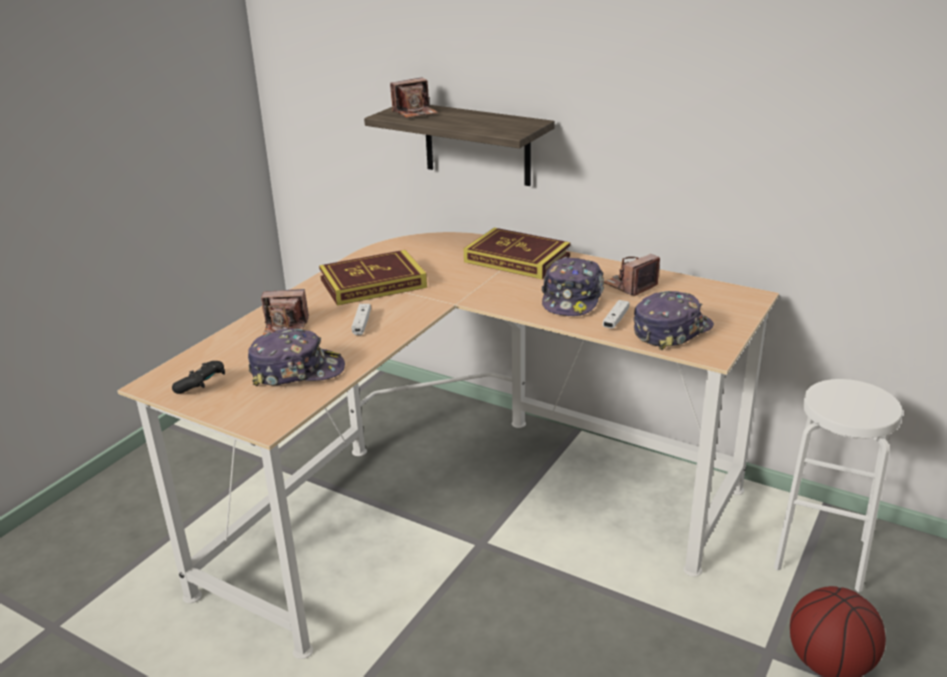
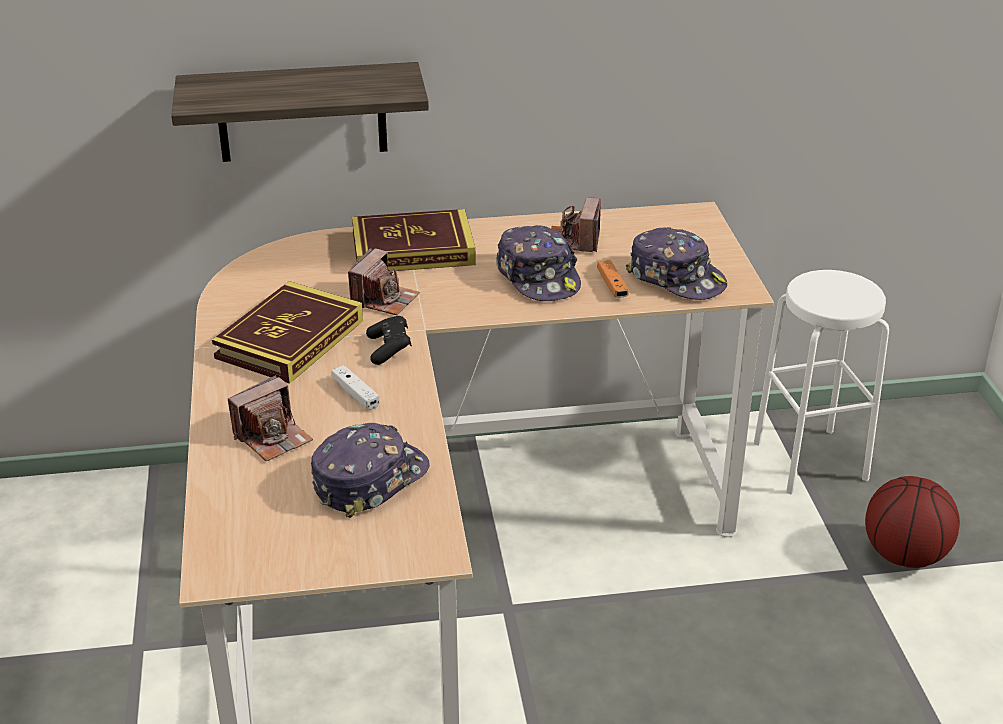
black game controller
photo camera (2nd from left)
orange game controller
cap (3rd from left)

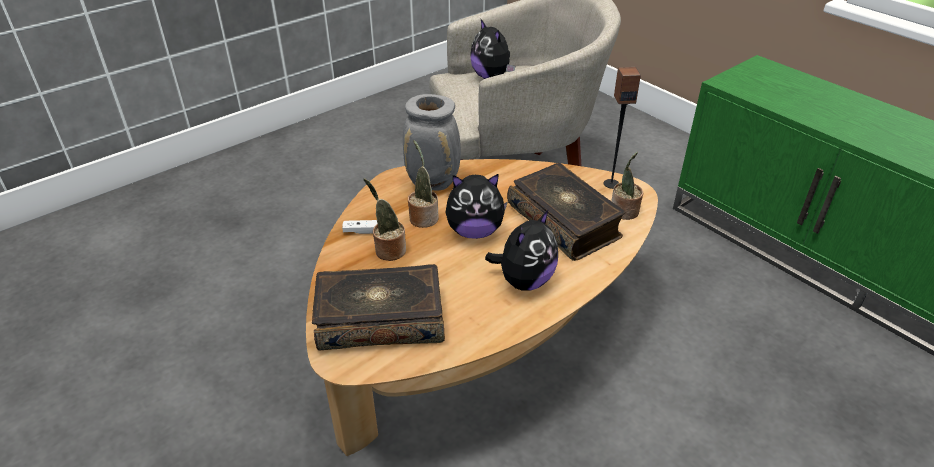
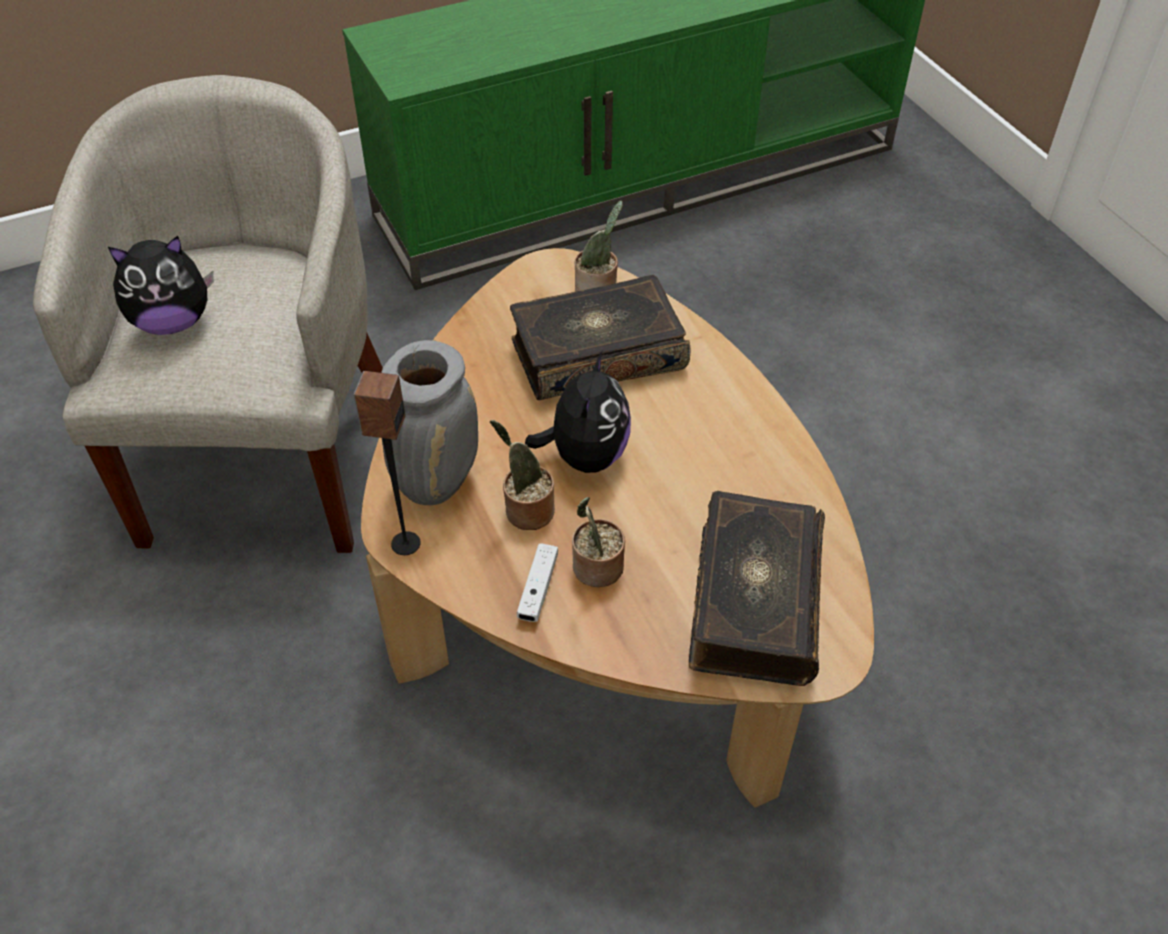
cuddly toy (3rd from left in the first image)
loudspeaker

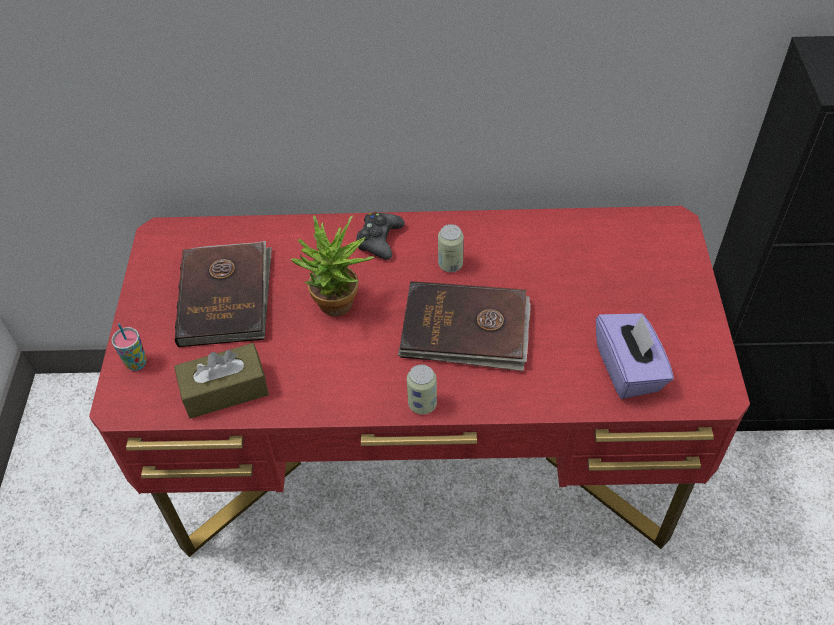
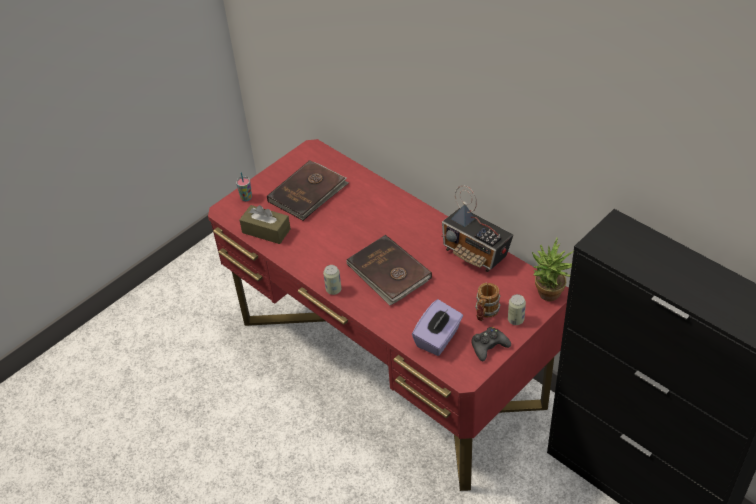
radio
tea mug
potted plant
black game controller
can (2nd from left)

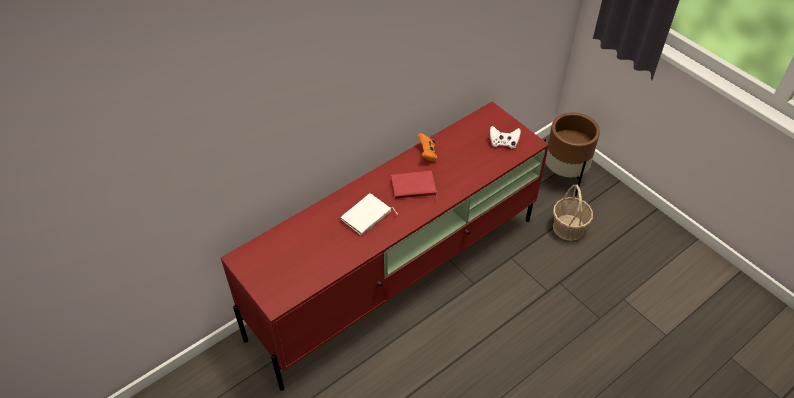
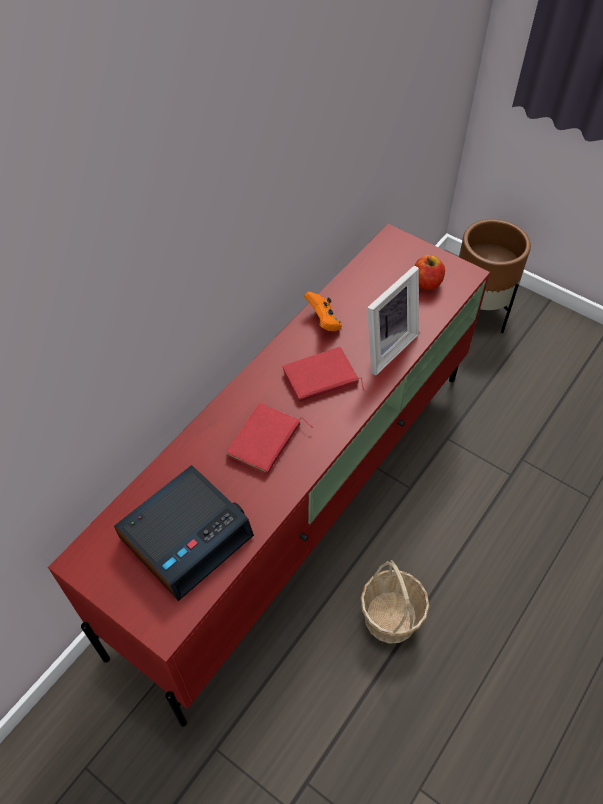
bedside clock
standing frame
storage basket
apple
reddish book (1st from left)

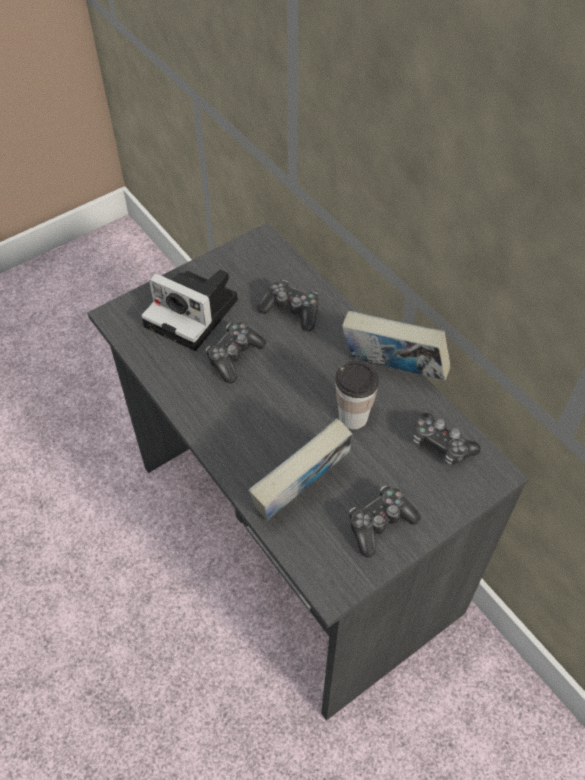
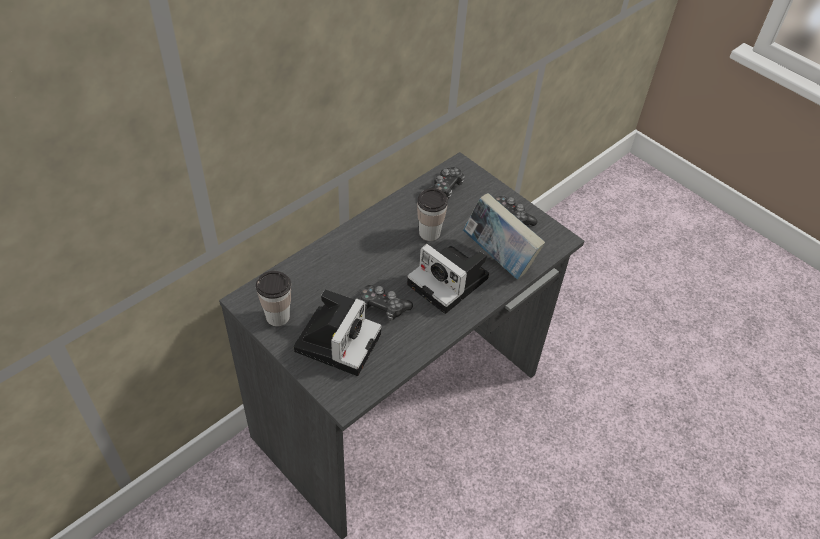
game controller (2nd from left in the first image)
book (2nd from left in the first image)
drinking cup (1st from left)
photo camera (2nd from left)

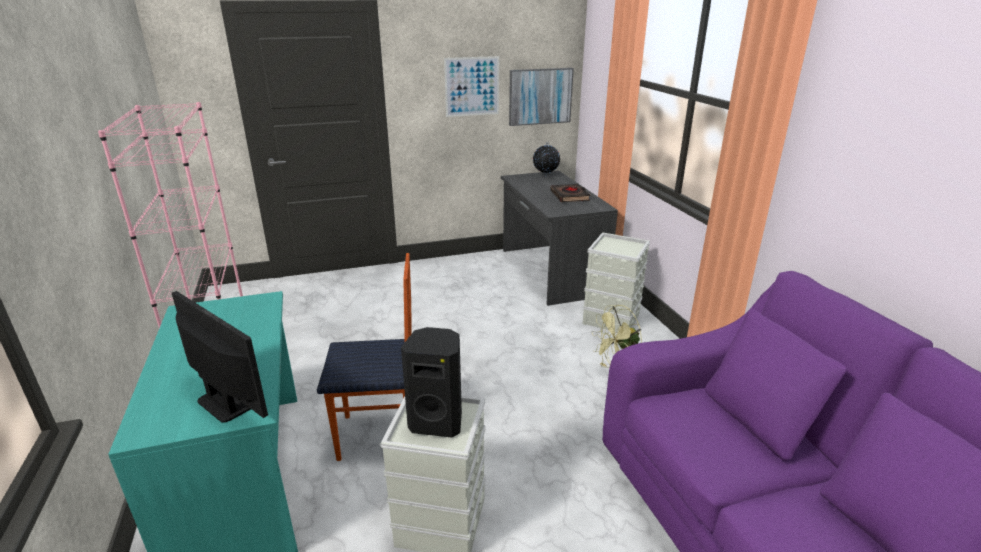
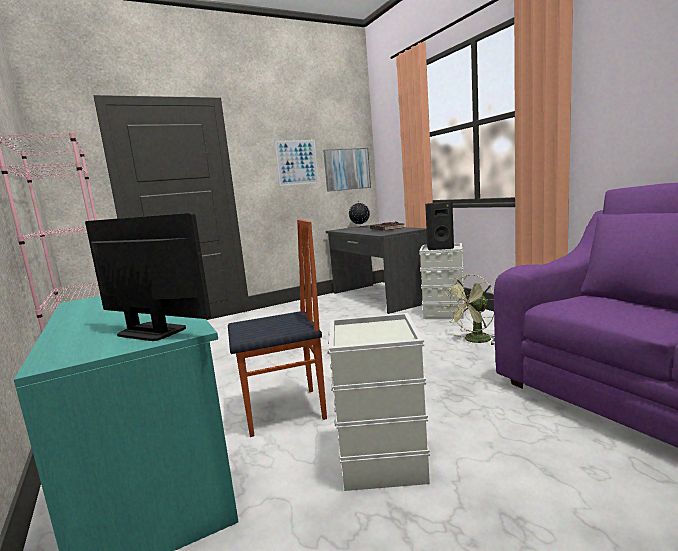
black loudspeaker

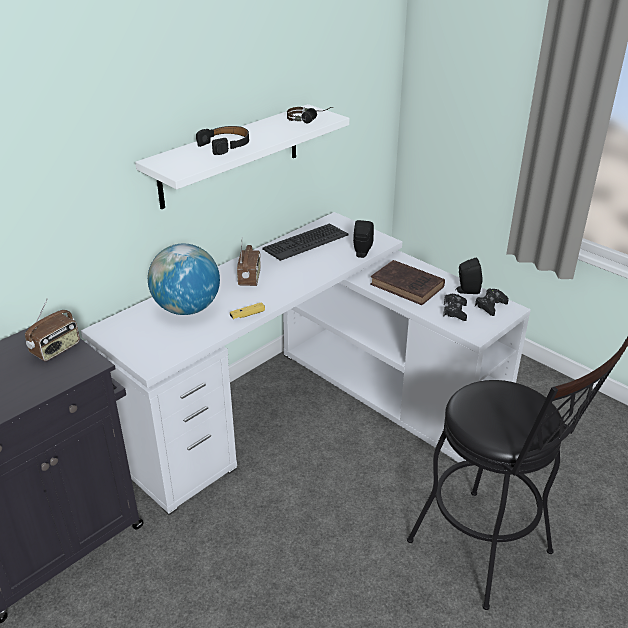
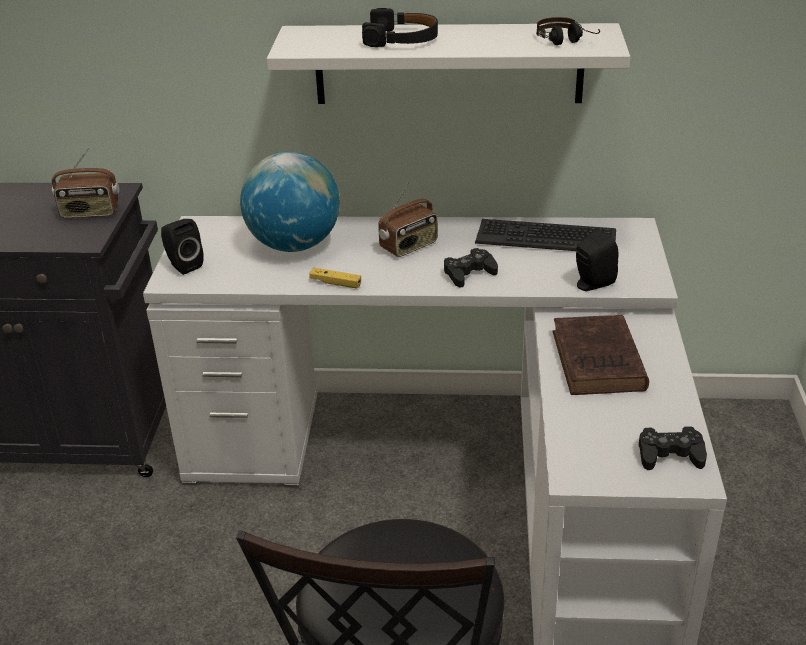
black game controller (1st from left)
black loudspeaker (1st from left)

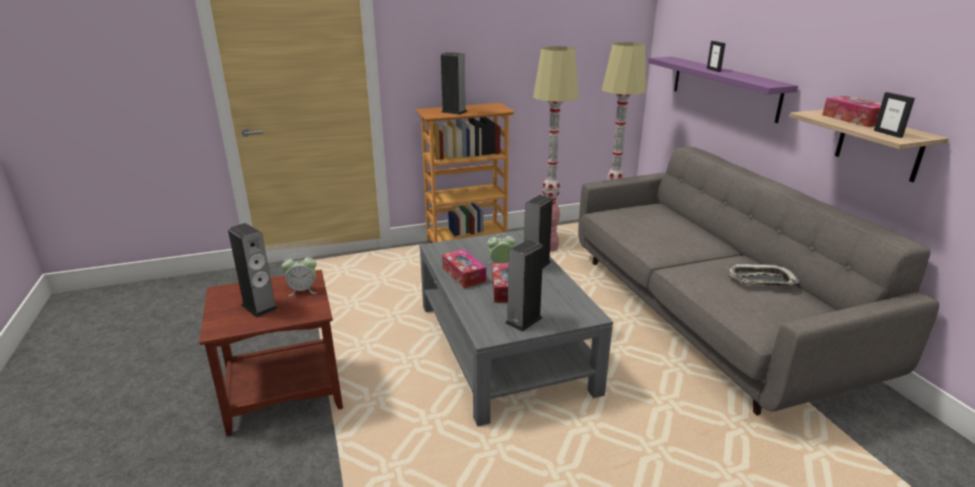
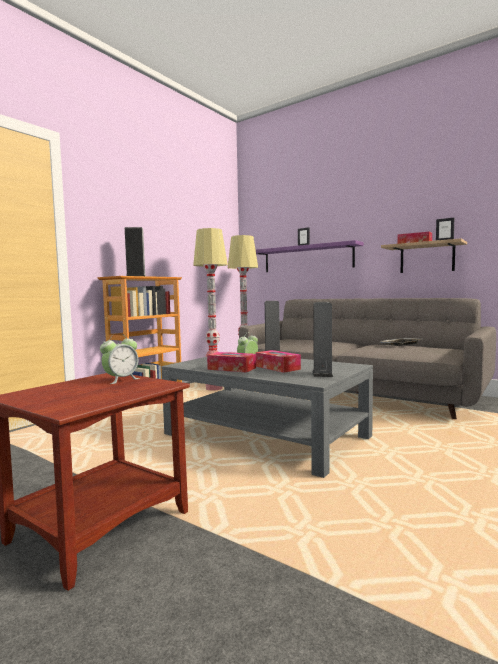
loudspeaker (1st from left in the first image)

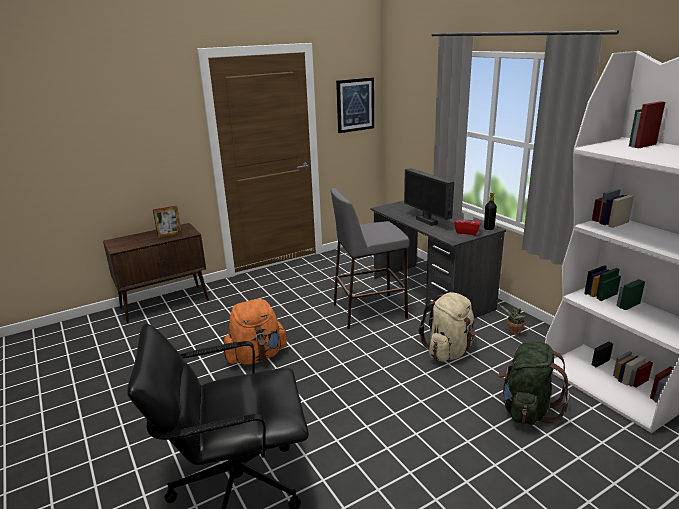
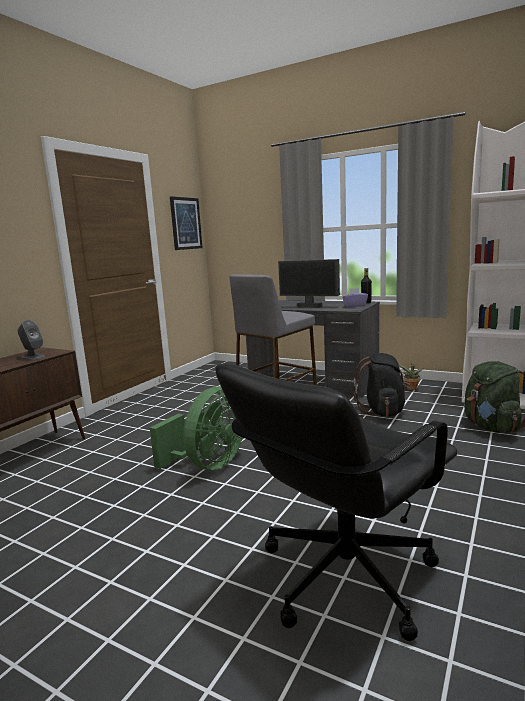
gray loudspeaker
green fan
black knapsack
purple-coloured tissue box

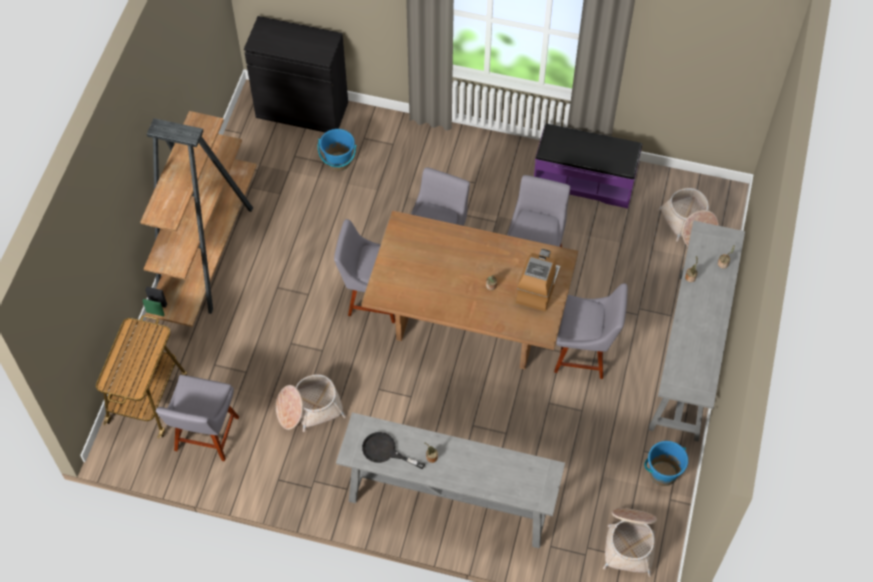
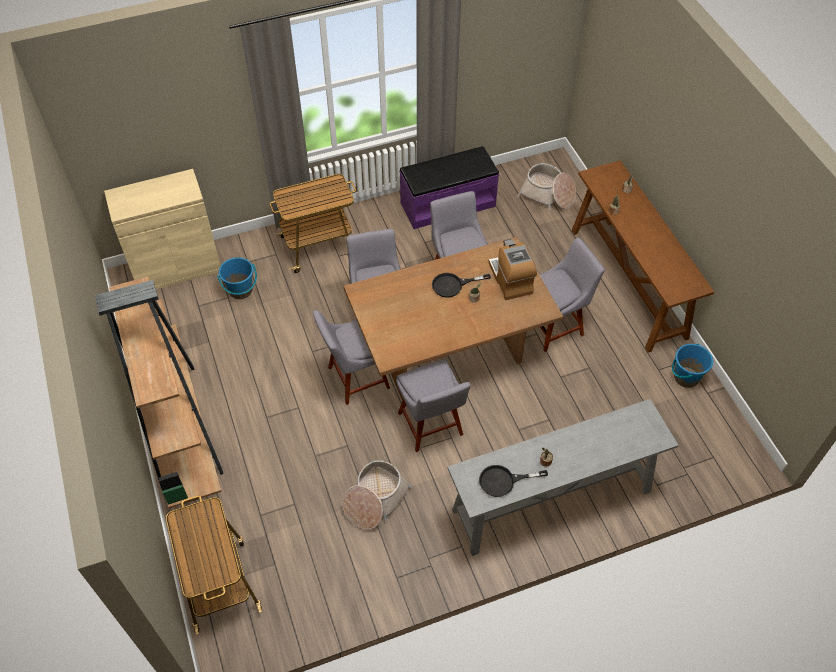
storage basket (2nd from left in the first image)
wheeled cart (2nd from left)
black skillet (1st from left)
gray chair (3rd from left)
sand-coloured cabinet
brown-coloured hall table

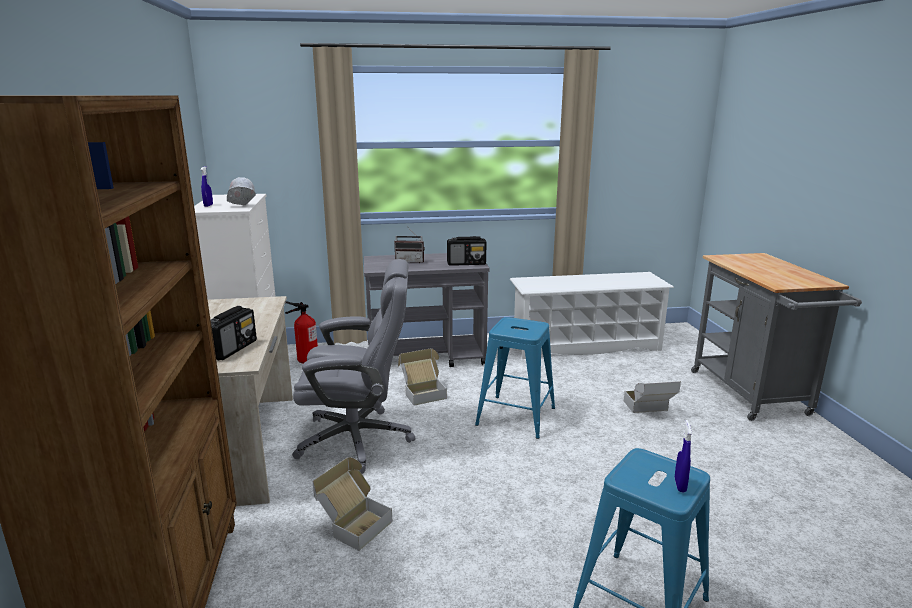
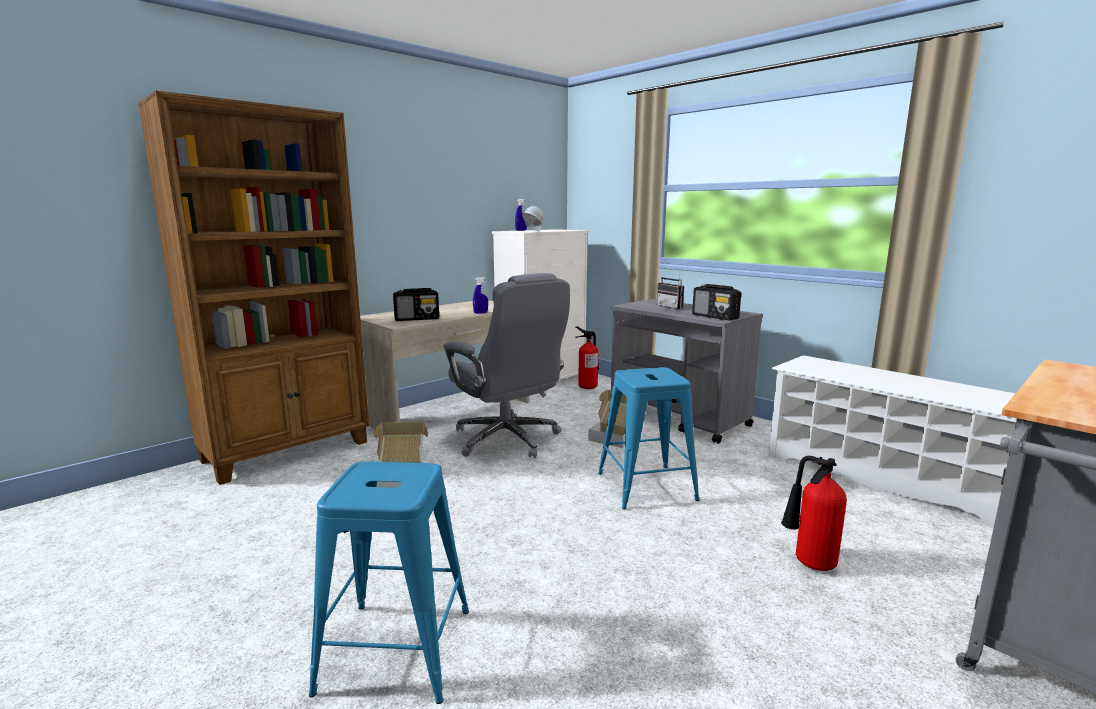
bluish sprayer (1st from left)
extinguisher (2nd from left)

